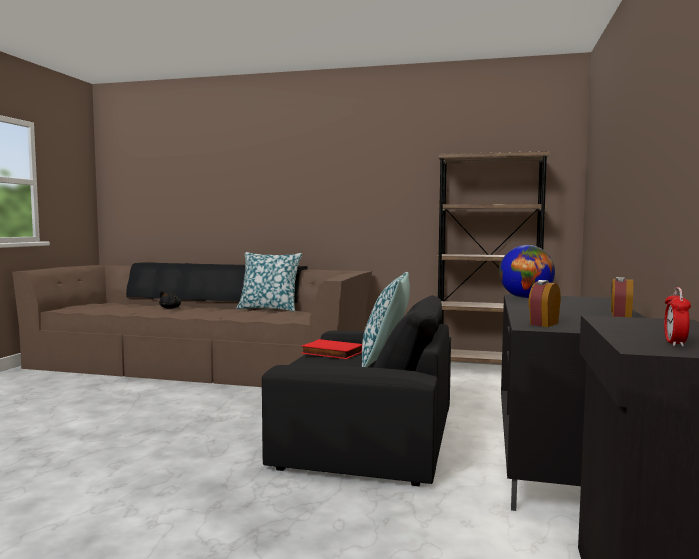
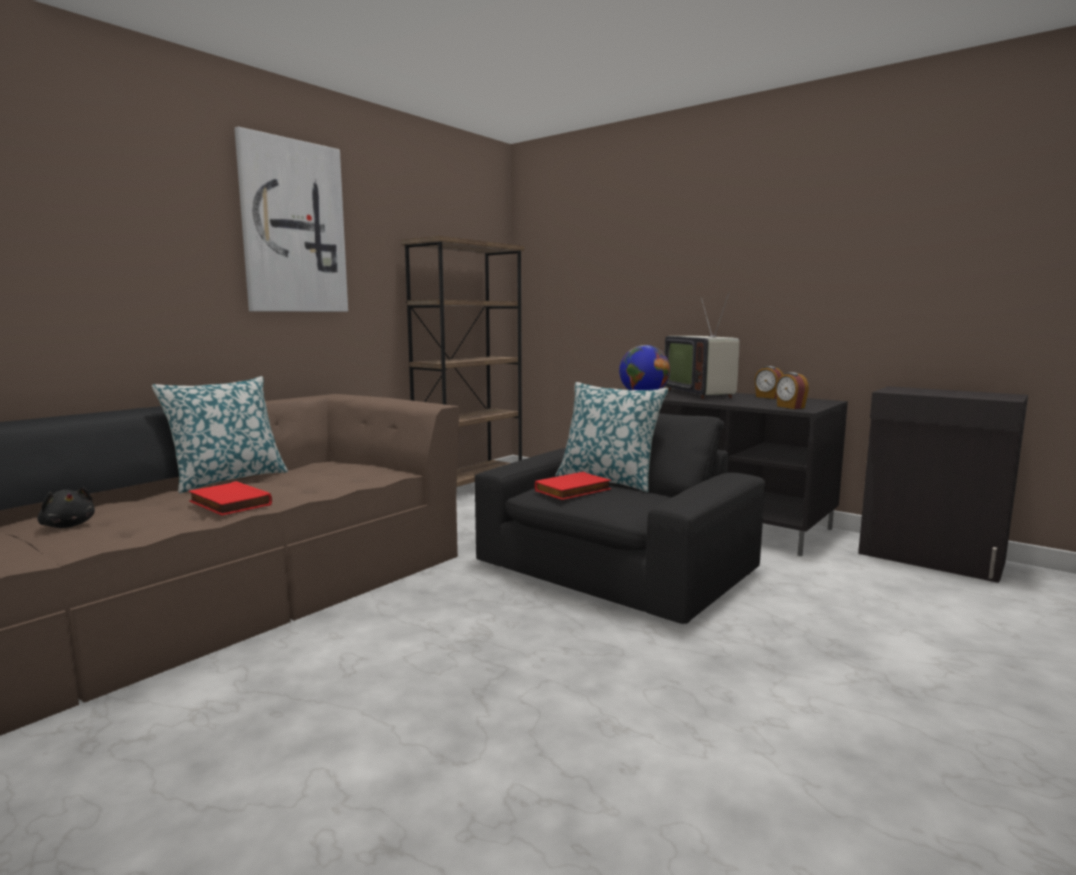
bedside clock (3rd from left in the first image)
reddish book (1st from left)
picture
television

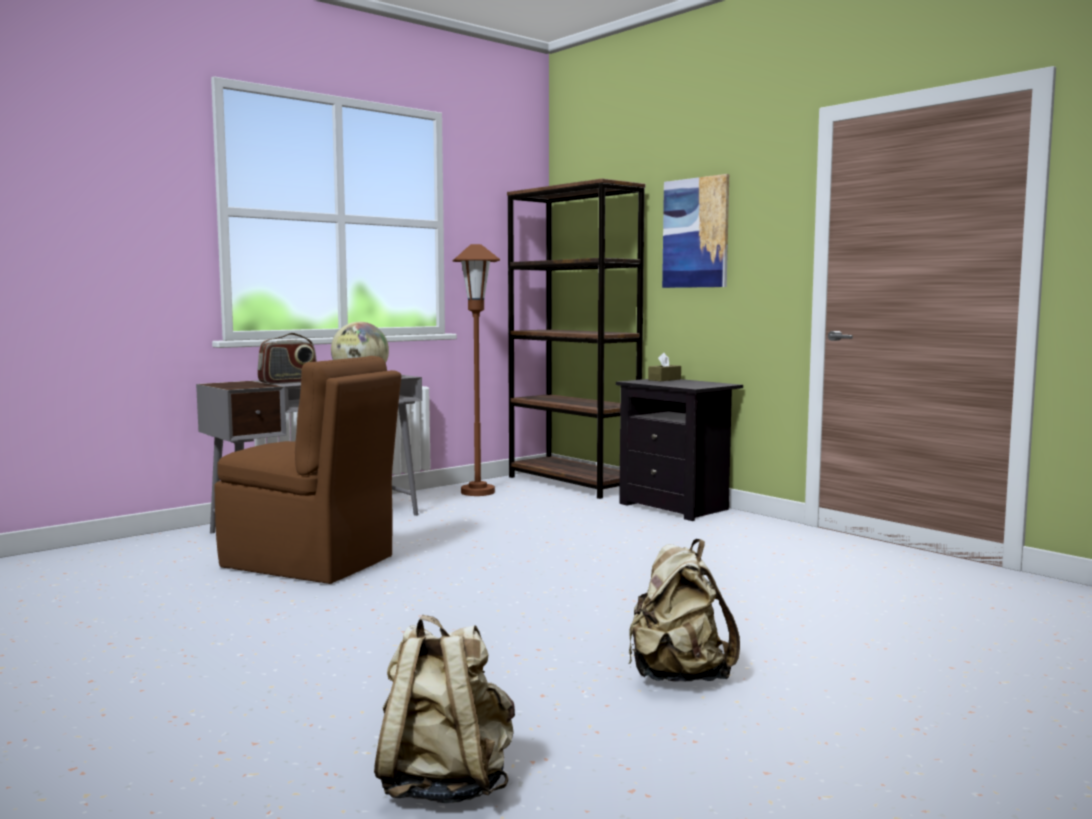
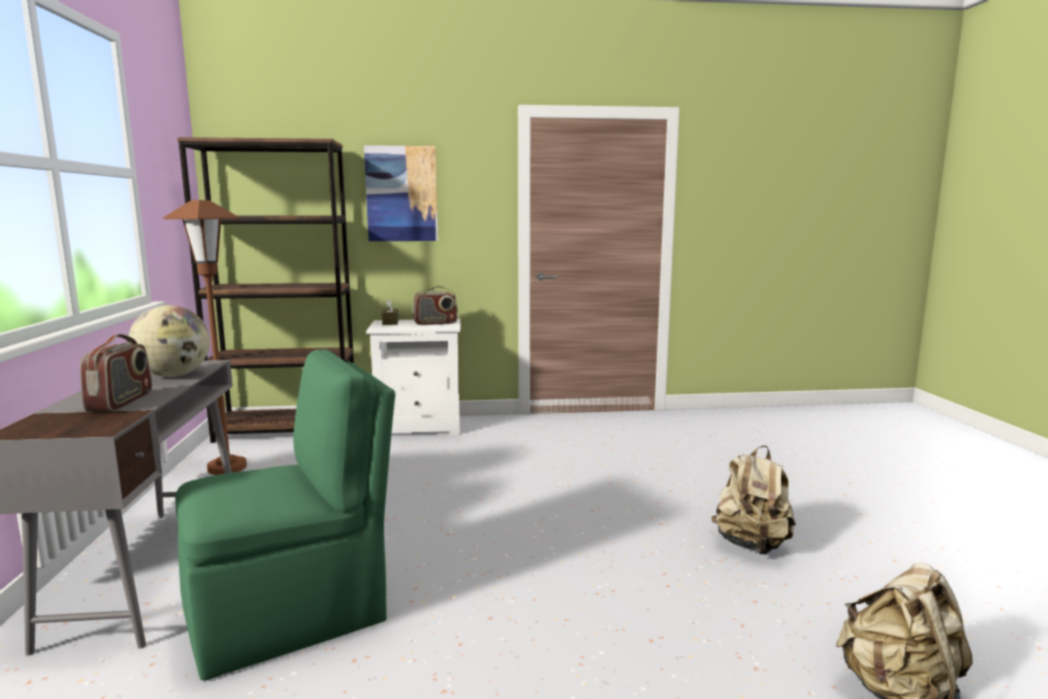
radio (2nd from left)
green chair
white bedside table

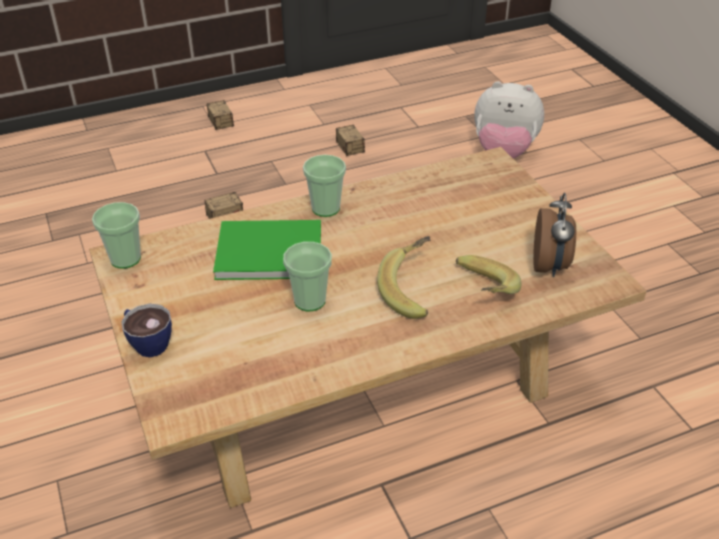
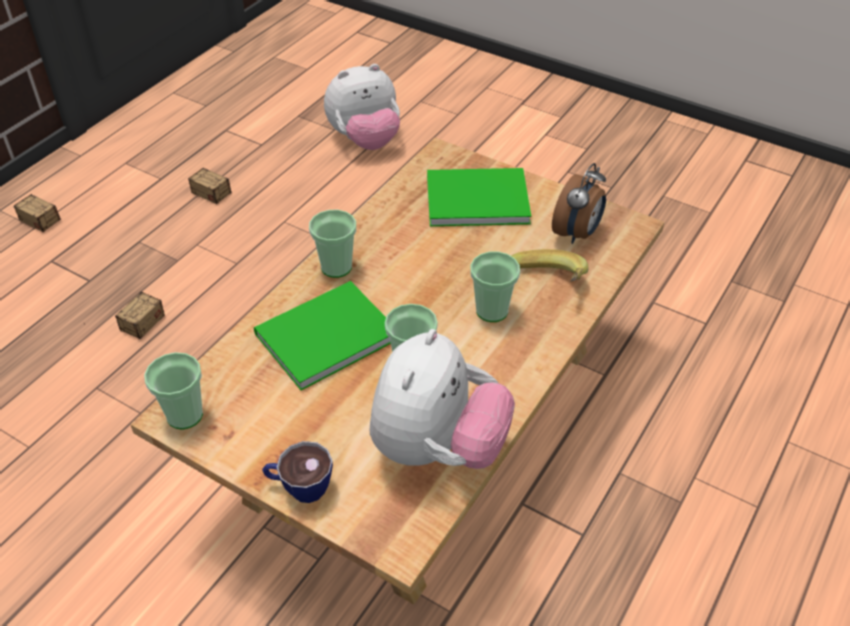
cuddly toy (2nd from left)
green book (2nd from left)
drinking cup (5th from left)
bedside clock

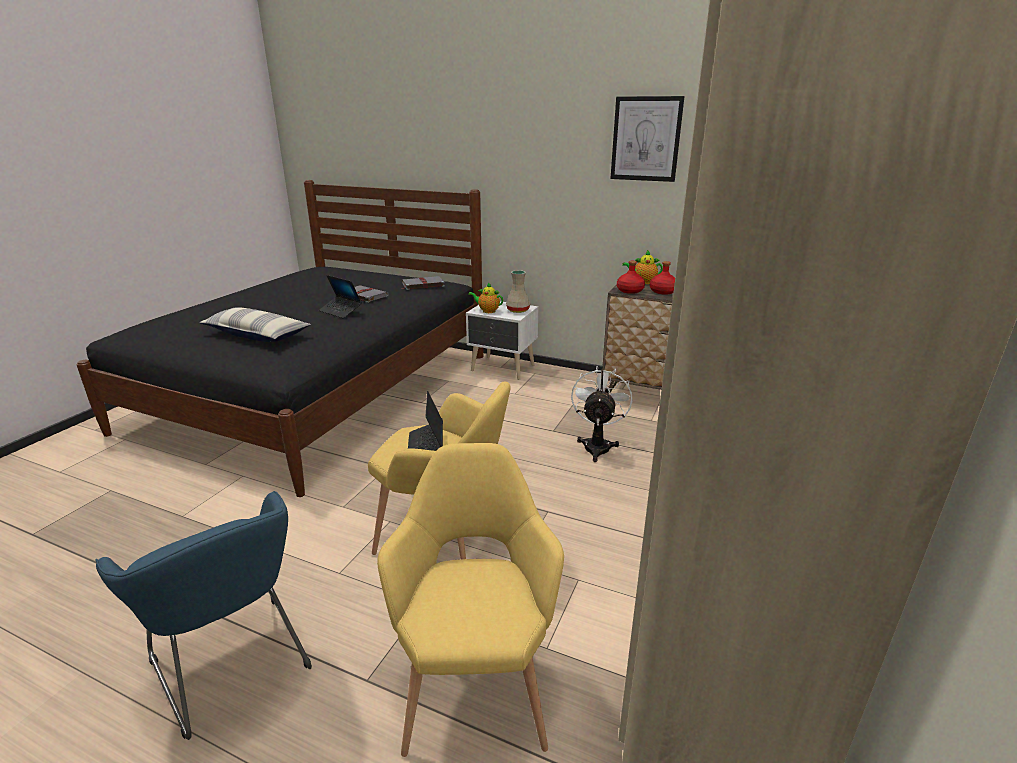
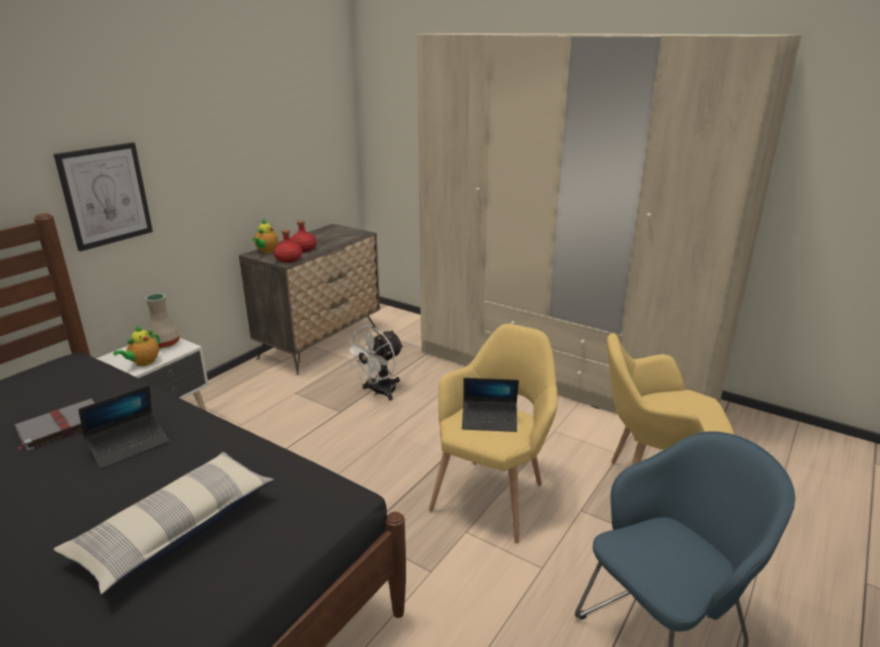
gray book (2nd from left in the first image)
picture
white fan

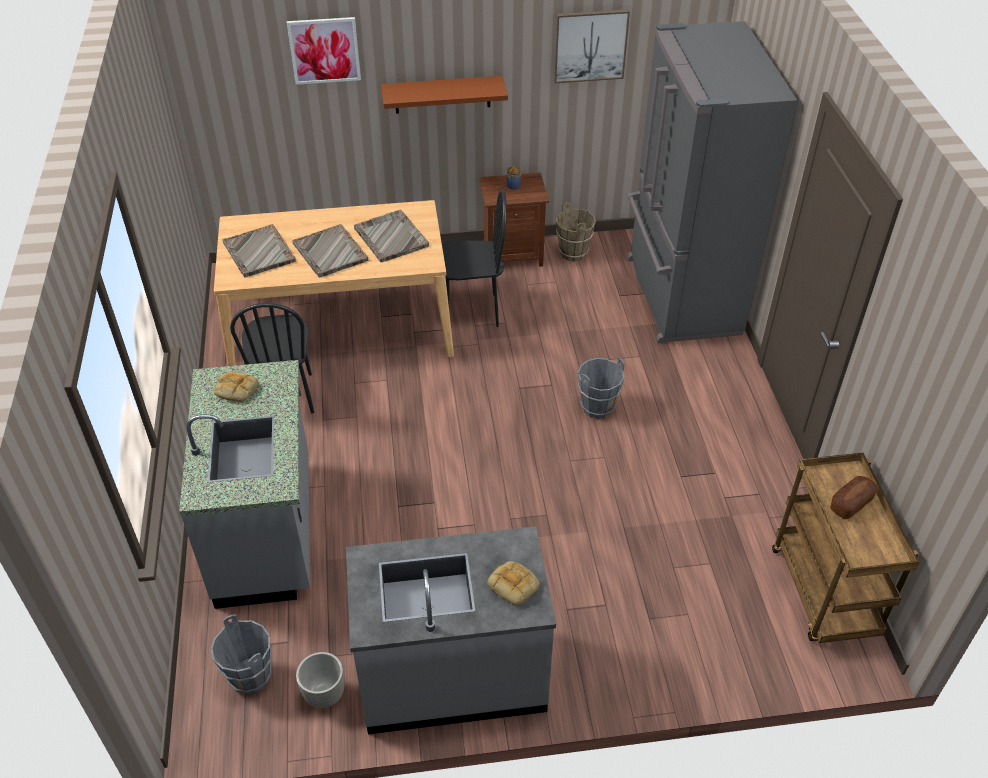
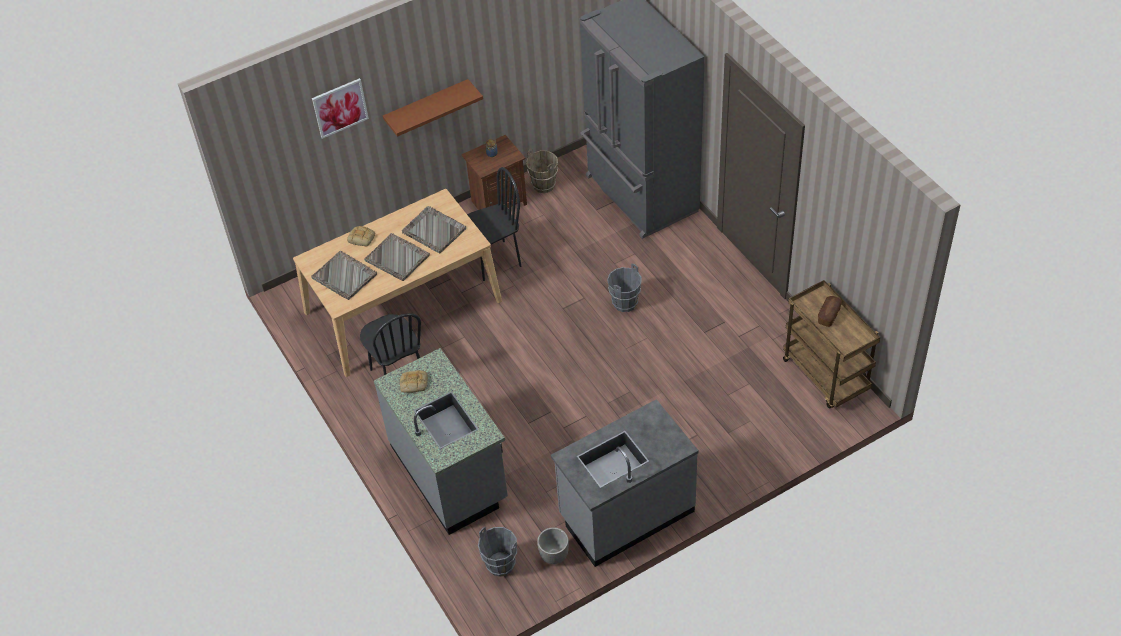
picture (2nd from left in the first image)
bakery bread (1st from left)

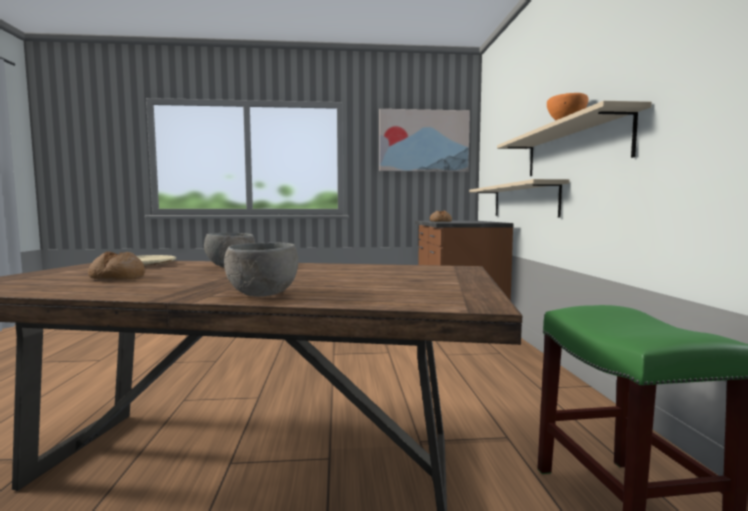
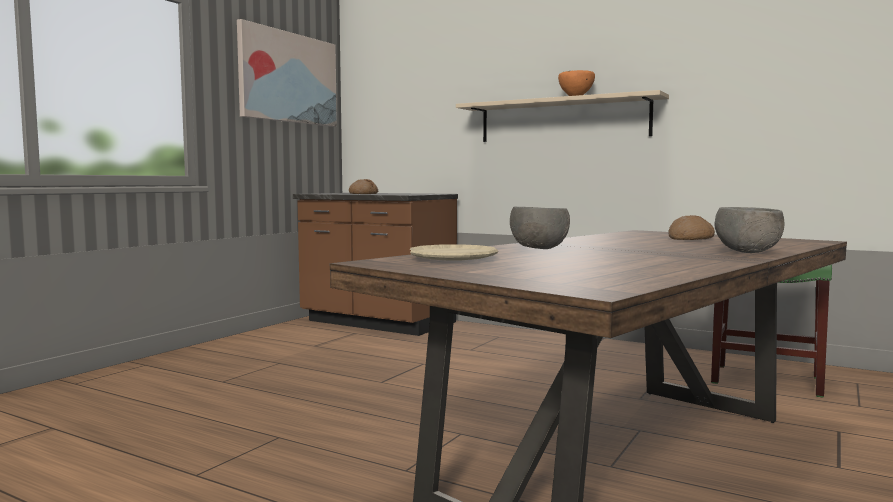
sand-coloured shelf (1st from left in the first image)
bakery bread (2nd from left)

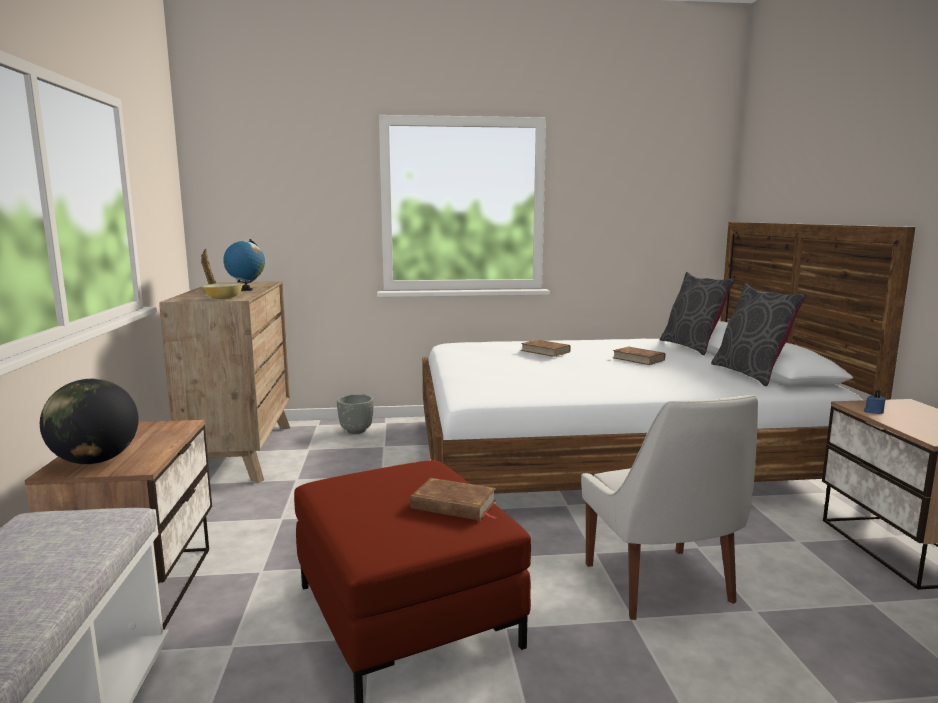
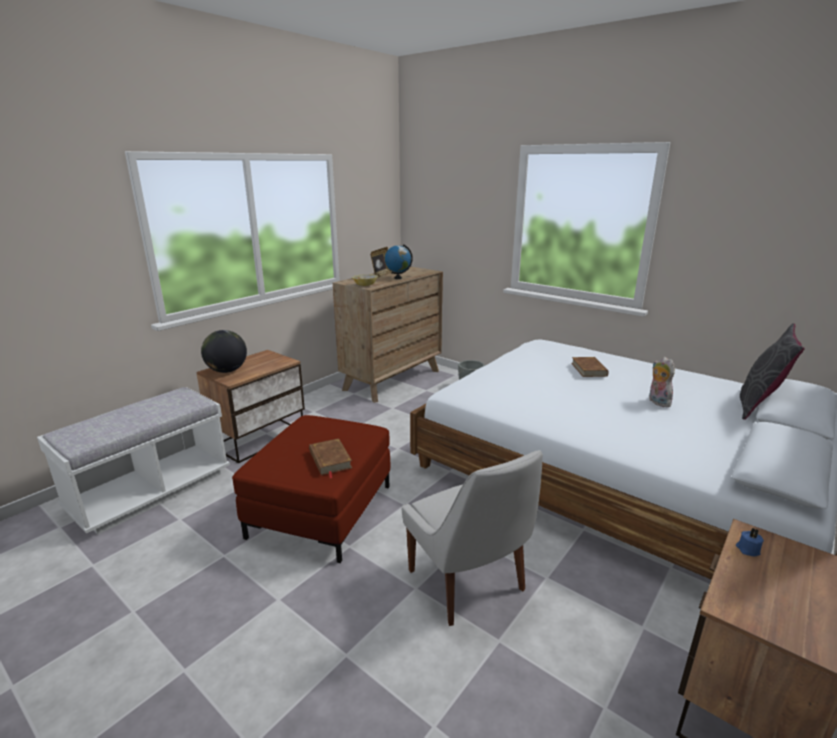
gray pillow (2nd from left in the first image)
cuddly toy
white chair

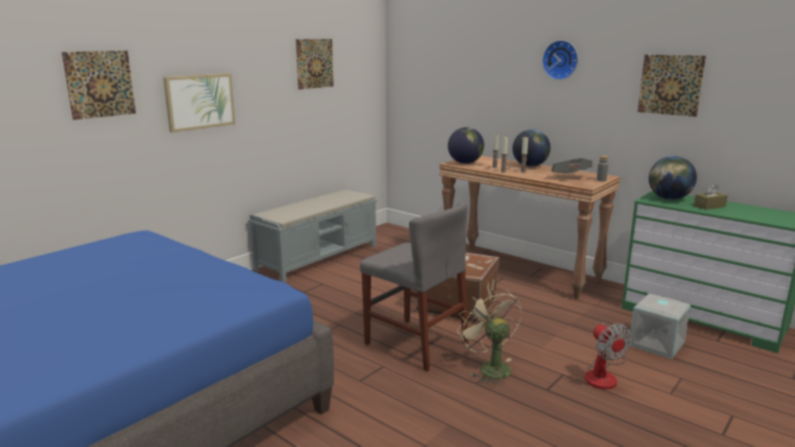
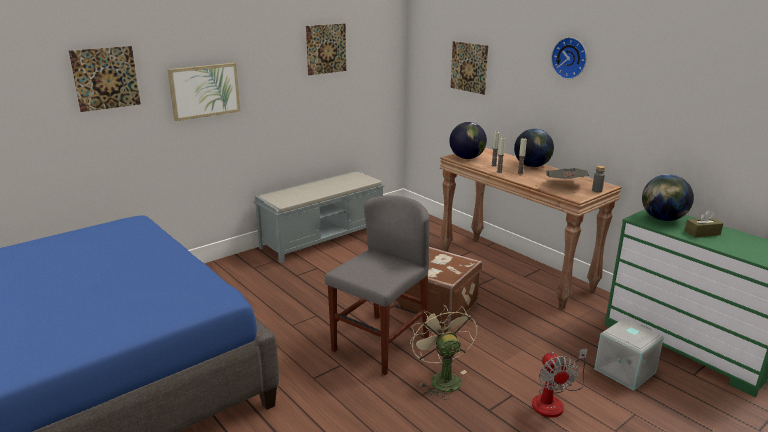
picture (4th from left)
gray chair

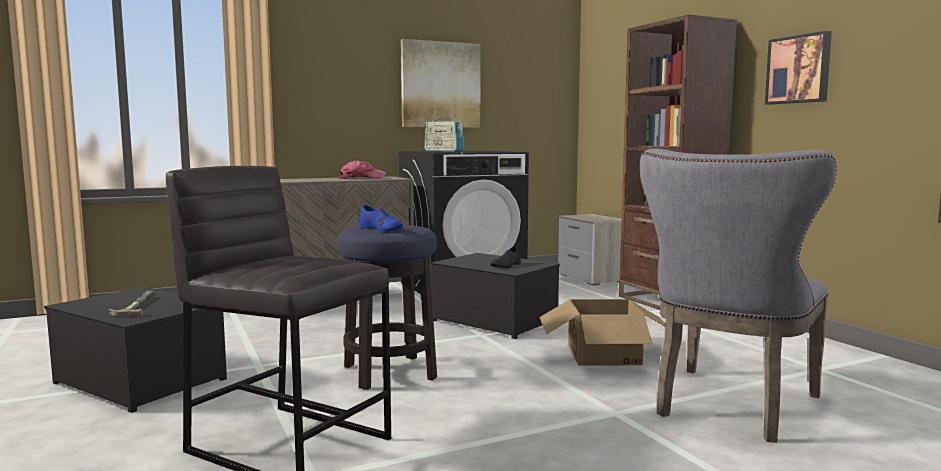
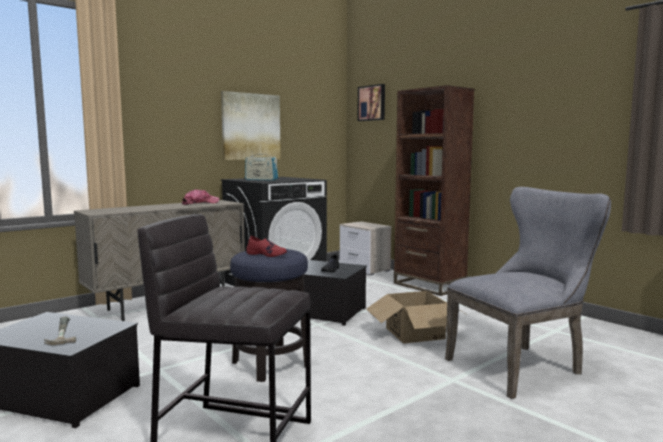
picture (2nd from left)
reddish low shoe
gray chair

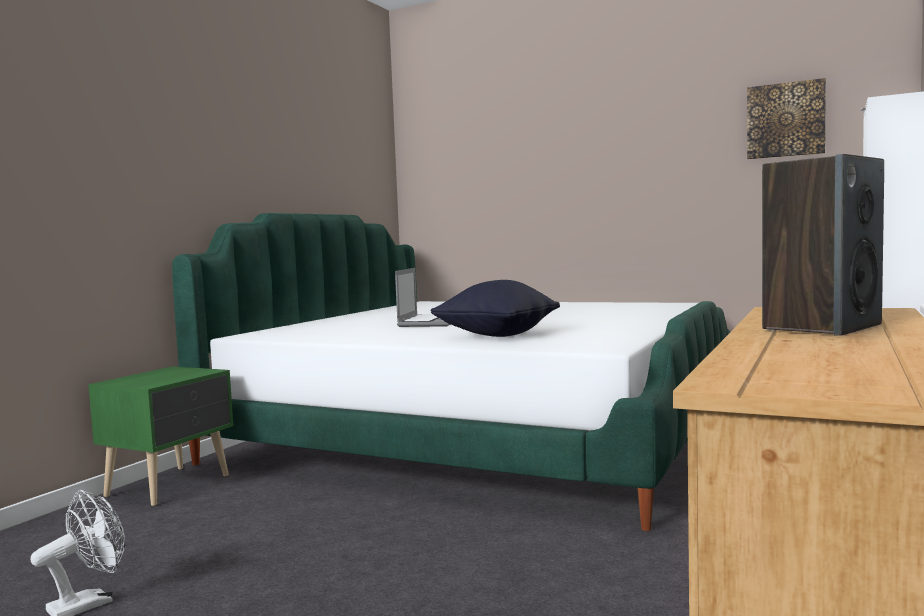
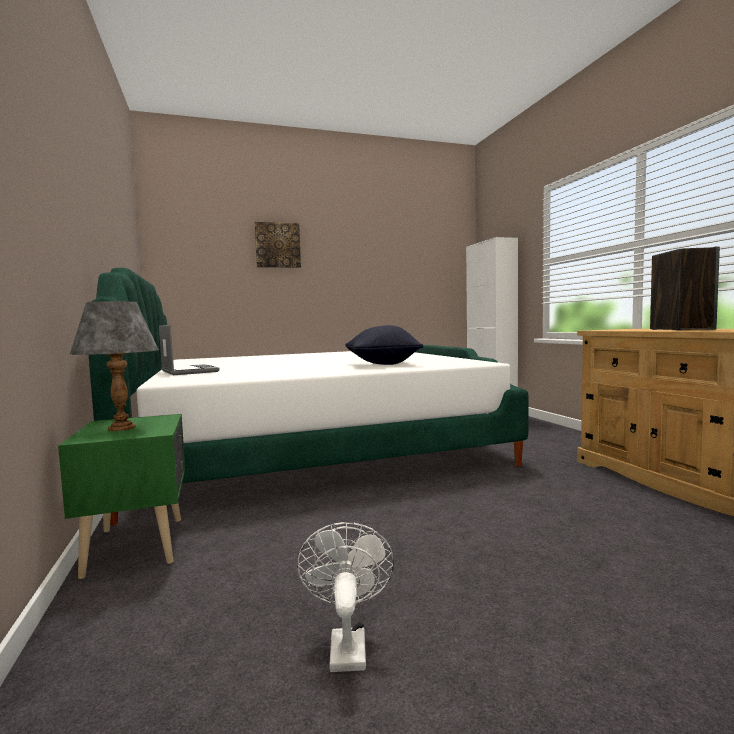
gray tabletop lamp
notebook computer
picture

